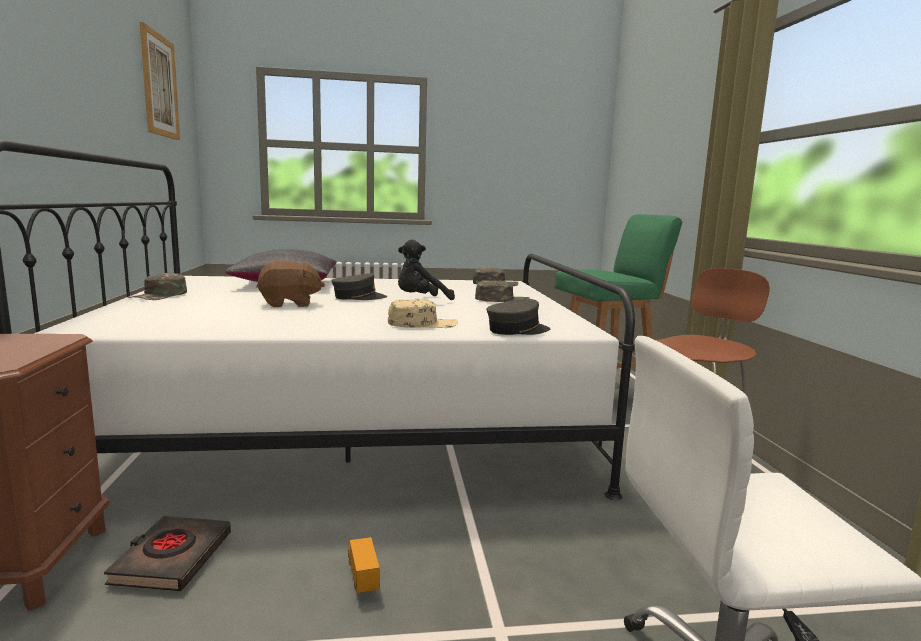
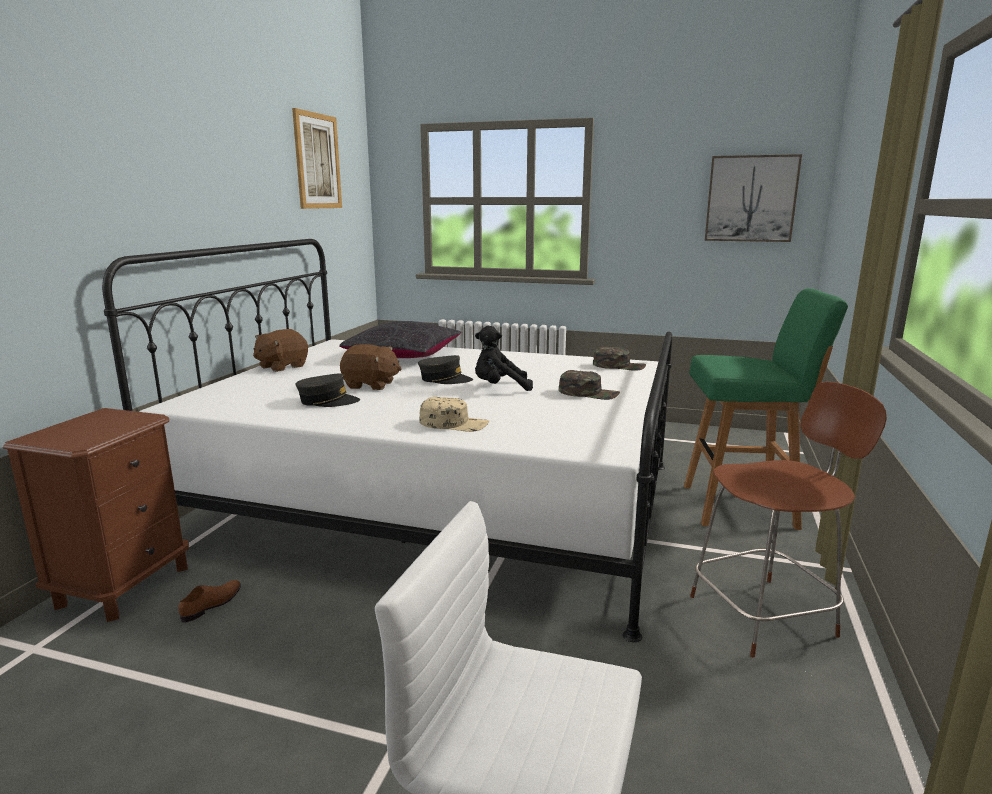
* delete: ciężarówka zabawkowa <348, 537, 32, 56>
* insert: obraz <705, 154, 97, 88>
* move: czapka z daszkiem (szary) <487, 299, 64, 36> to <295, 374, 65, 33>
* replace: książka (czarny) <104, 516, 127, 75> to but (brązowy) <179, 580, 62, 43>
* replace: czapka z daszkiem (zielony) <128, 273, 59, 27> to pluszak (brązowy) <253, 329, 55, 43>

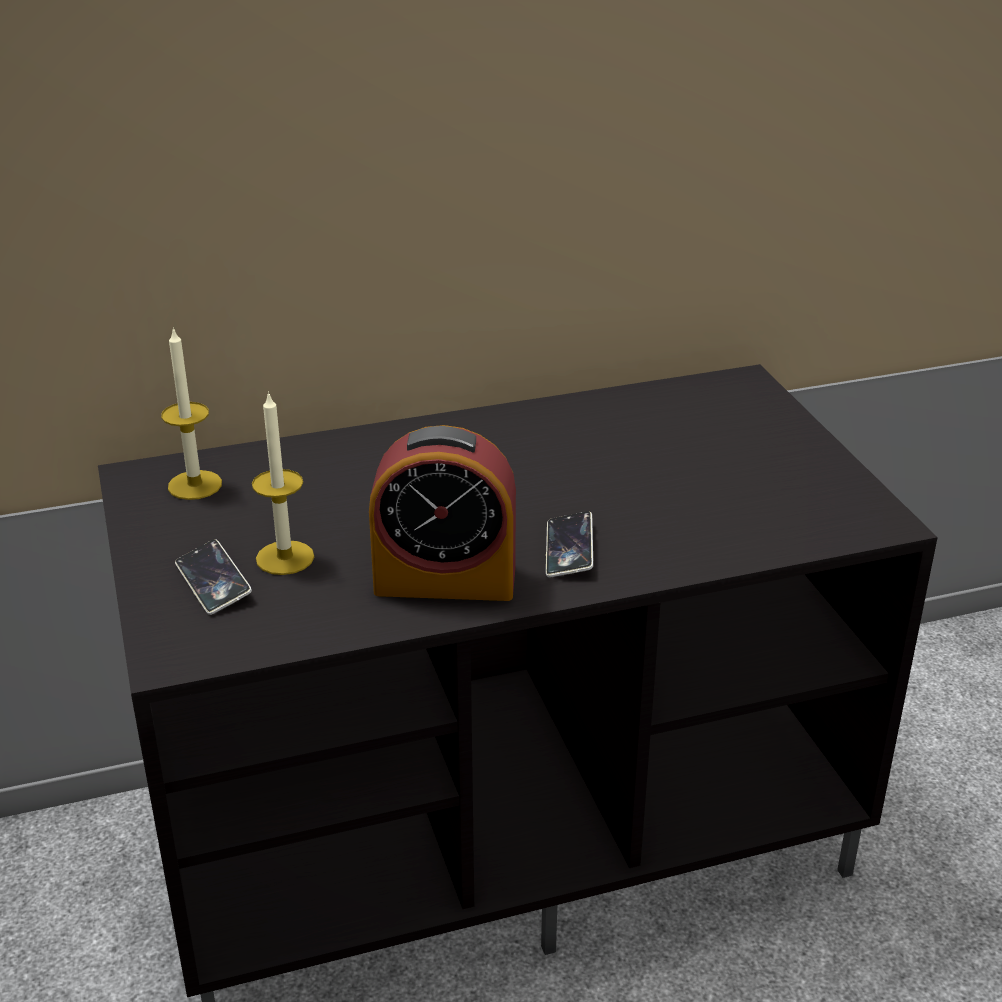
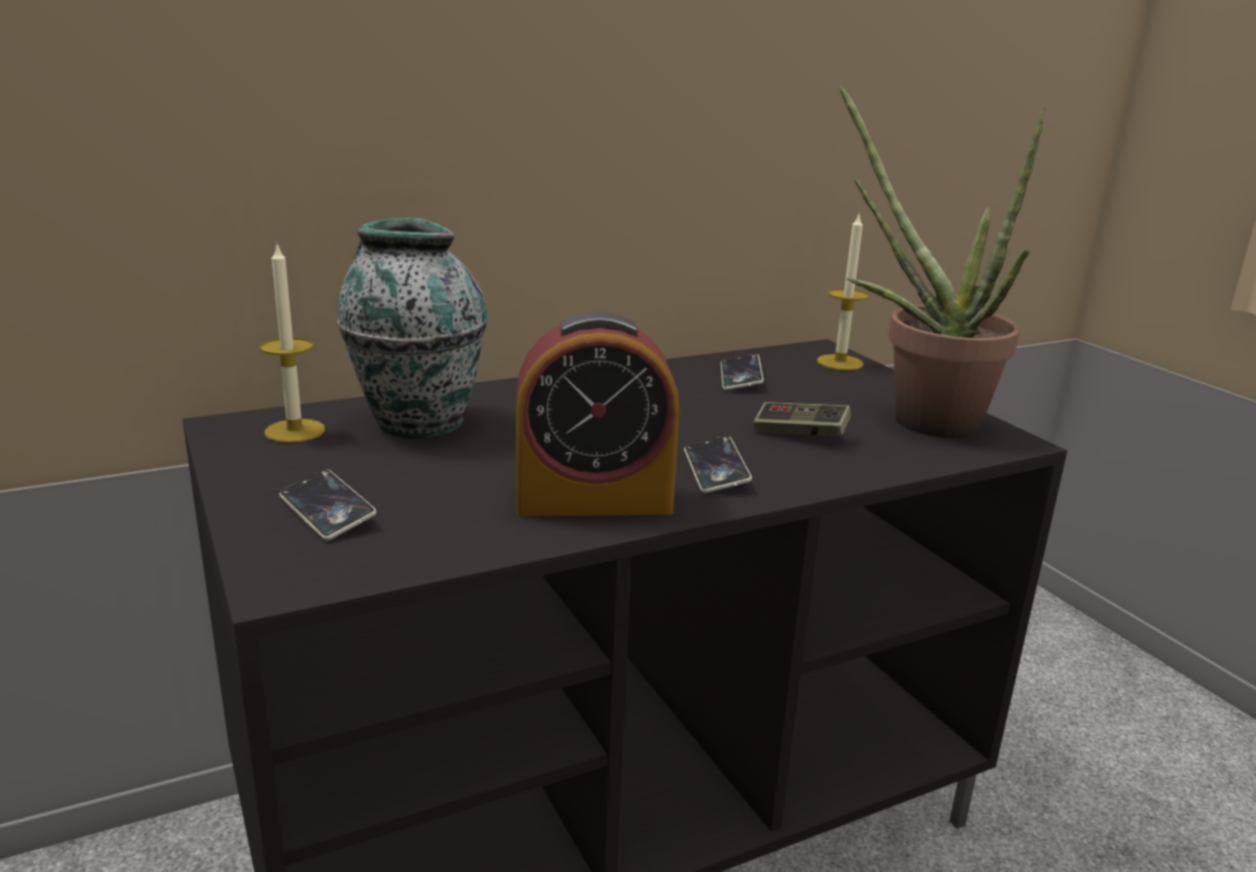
* insert: wazon <338, 218, 150, 220>
* insert: telefon <721, 354, 43, 36>
* insert: pad do gier <753, 402, 98, 34>
* insert: roślina doniczkowa <839, 84, 207, 354>
* move: świeca <252, 391, 62, 184> to <817, 215, 52, 155>

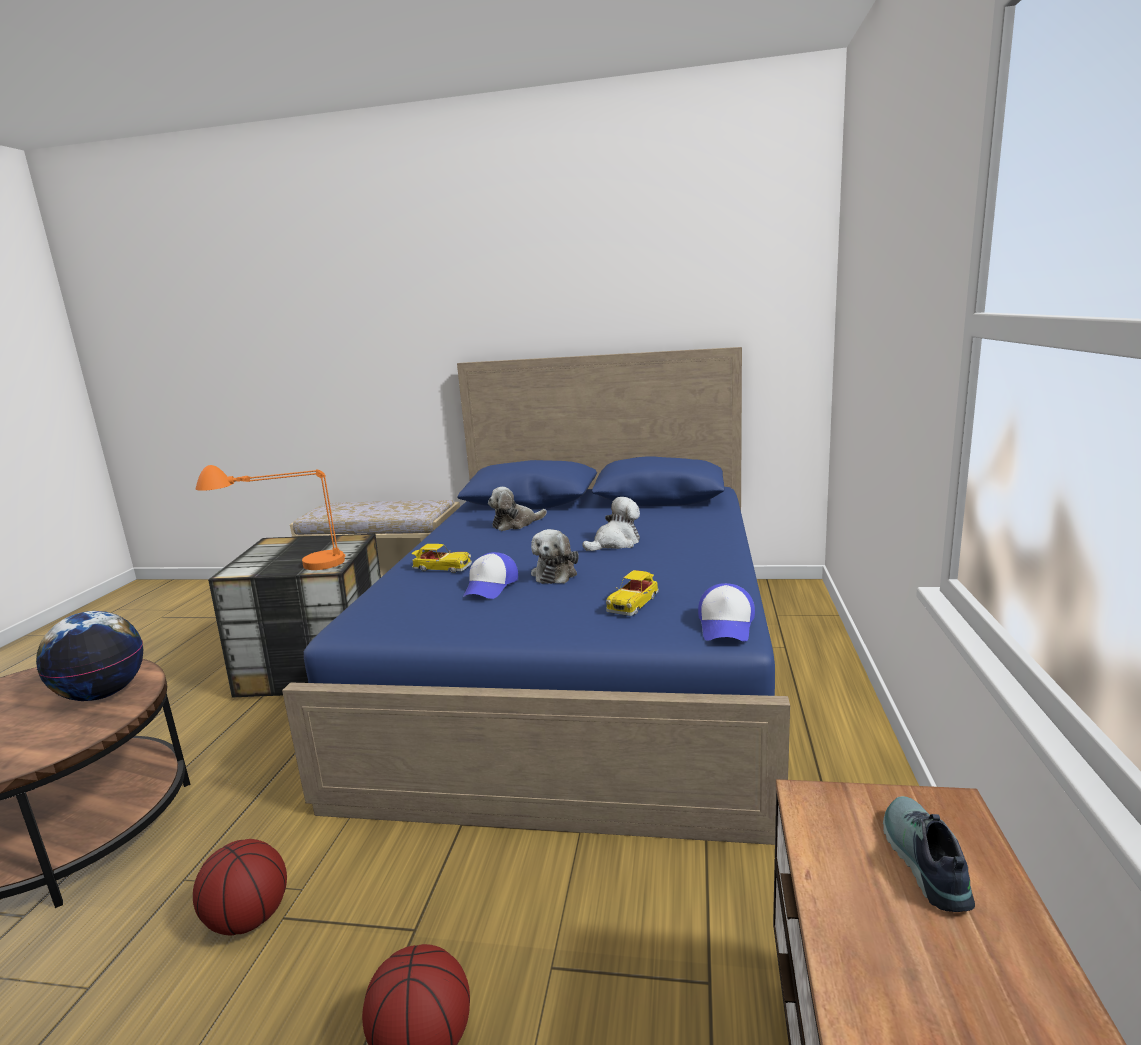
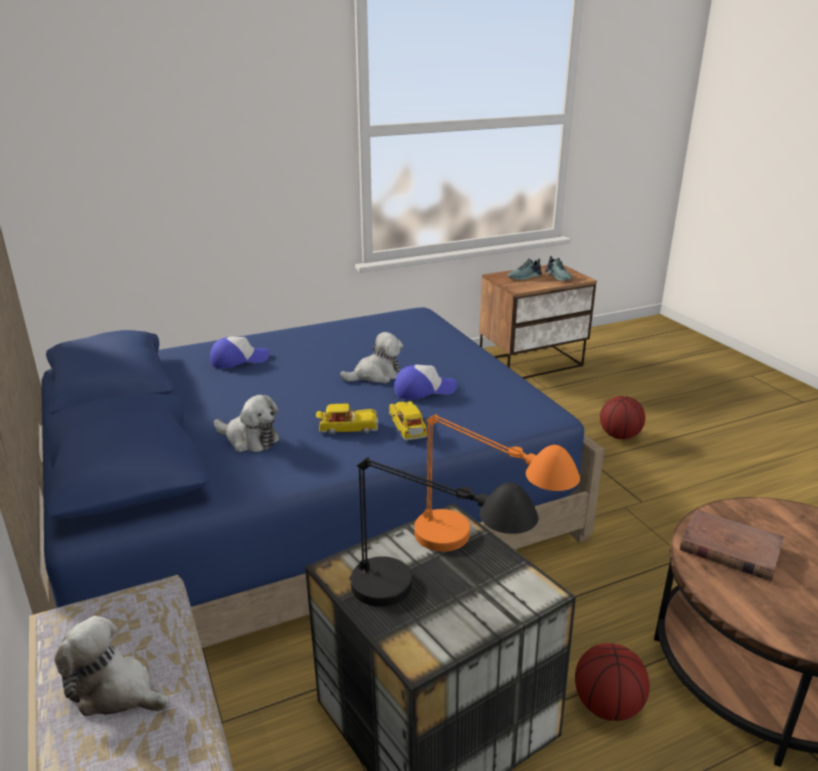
* insert: lampa stołowa (czarny) <350, 457, 188, 150>
* insert: but <545, 256, 28, 25>
* move: piłka do koszykówki <193, 839, 94, 96> to <575, 643, 75, 78>
* move: pluszak <582, 497, 58, 54> to <55, 616, 115, 100>
* move: samochodzik <606, 570, 53, 46> to <316, 404, 62, 30>
* move: czapka z daszkiem <698, 583, 57, 59> to <210, 337, 59, 32>
* replace: globus <36, 611, 107, 90> to książka (brązowy) <680, 509, 104, 72>

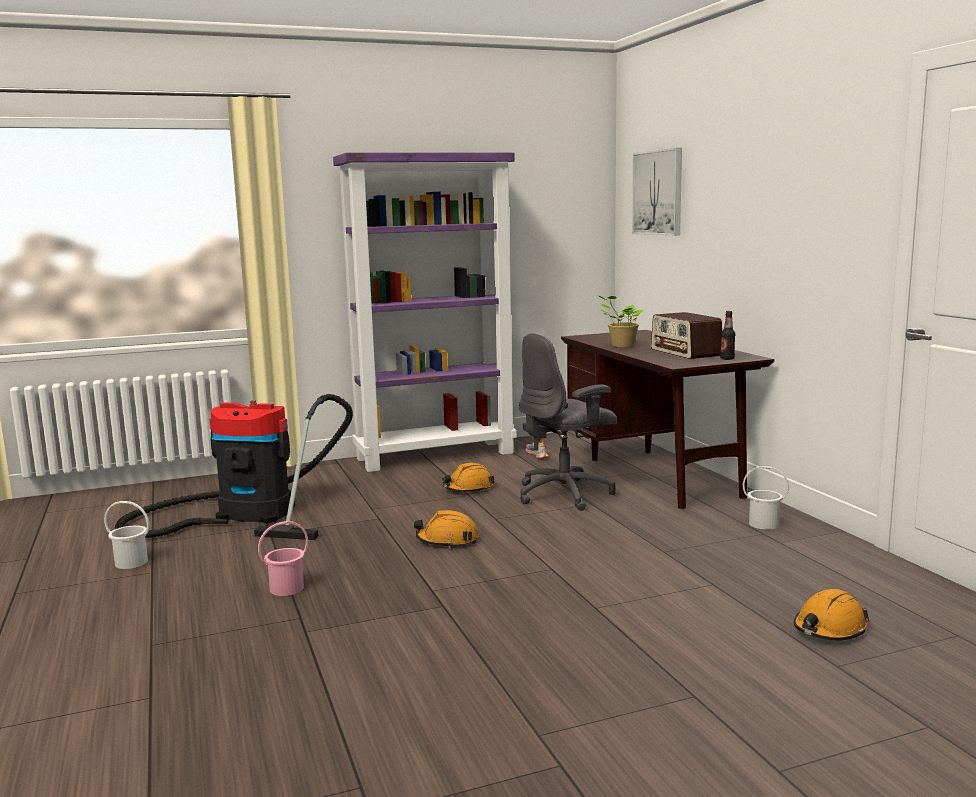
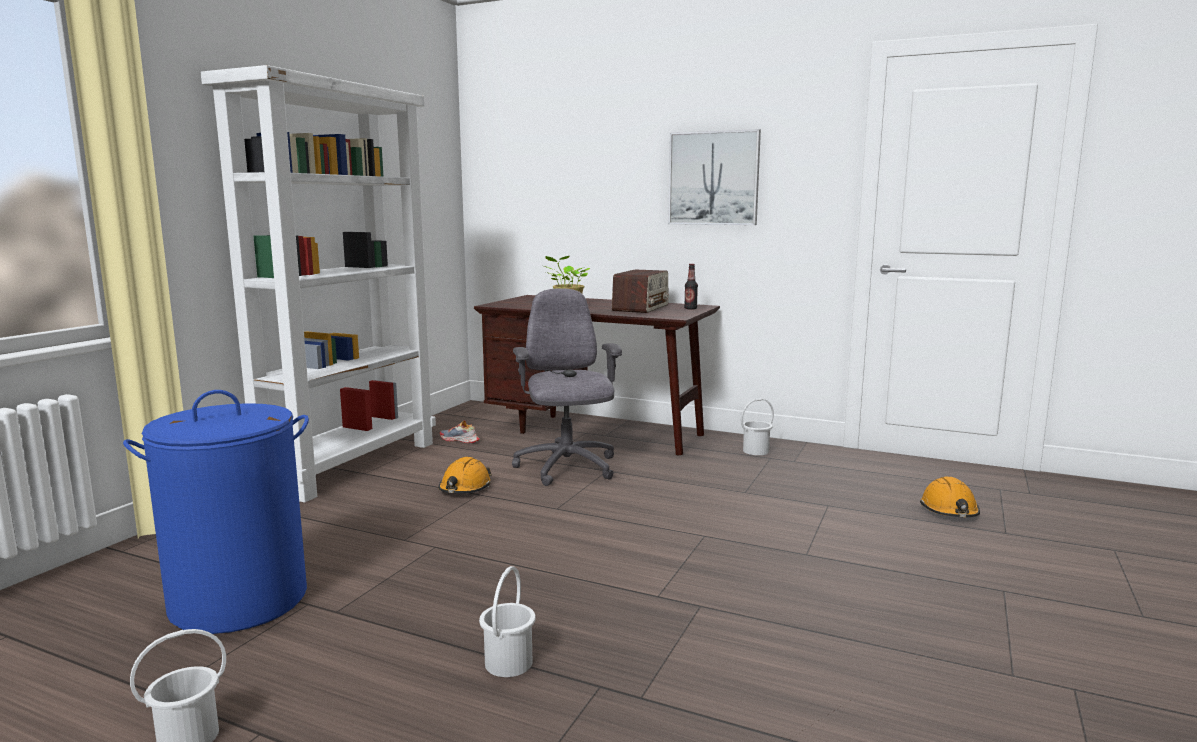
* delete: kask (pomarańczowy) <414, 510, 65, 38>
* move: obraz <632, 148, 50, 87> to <668, 129, 93, 96>
* replace: odkurzacz <115, 394, 238, 146> to kosz na pranie (niebieski) <123, 390, 186, 244>
* recolor: wiadro (różowy) <258, 521, 50, 75> to wiadro (biały) <479, 566, 57, 111>
* recolor: regał (fioletowy) <333, 152, 184, 320> to regał (biały) <201, 65, 235, 437>
* rotate: krzesło biurowe (szary) <519, 333, 98, 178> = <512, 288, 110, 198> 150 degrees clockwise
* rotate: radio <651, 312, 71, 47> = <612, 269, 57, 44> 90 degrees counterclockwise

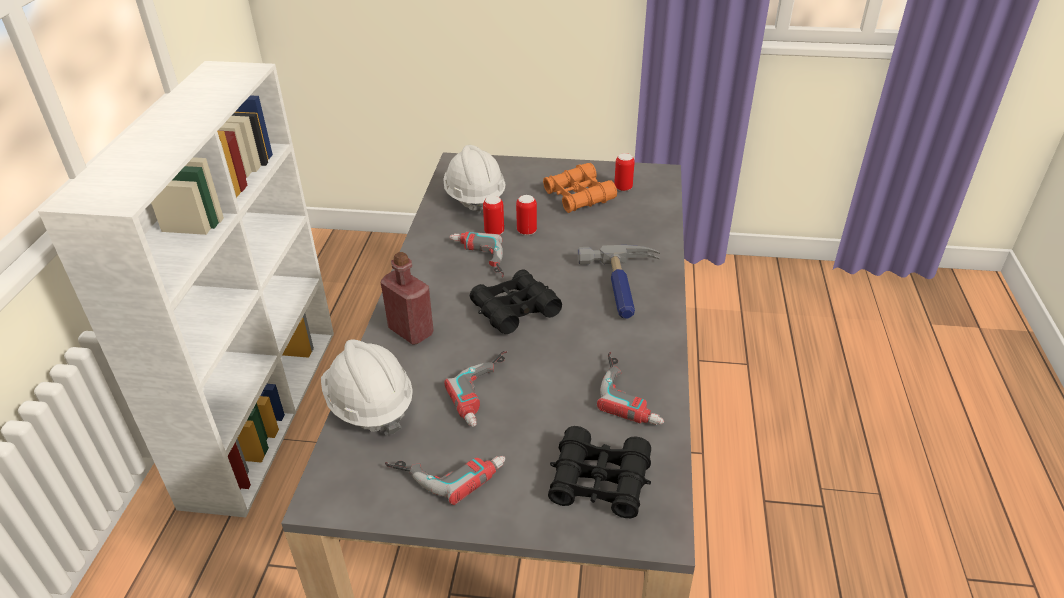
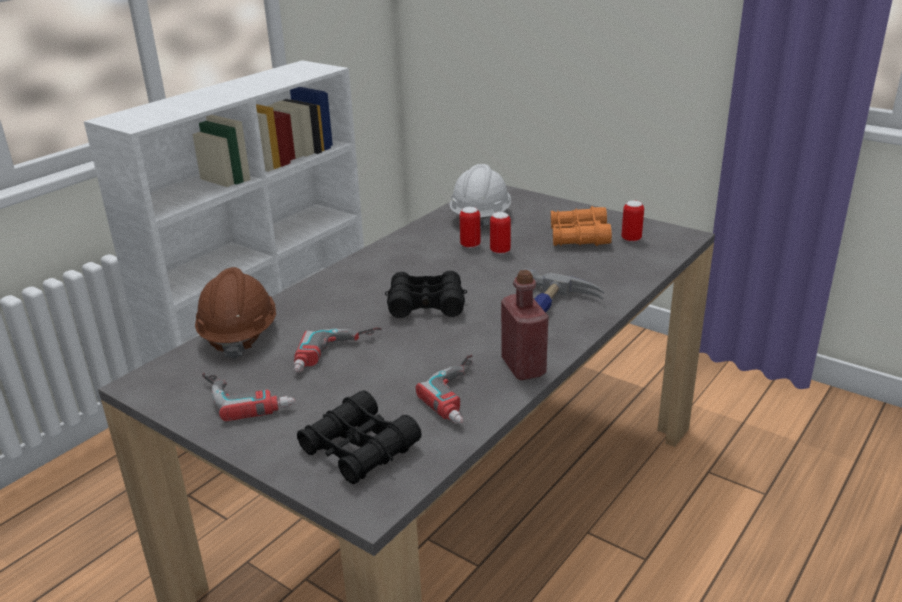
* delete: wiertarka <449, 232, 55, 46>
* move: butelka (czerwony) <381, 252, 53, 93> to <501, 270, 48, 110>
* recolor: kask (biały) <321, 339, 92, 97> to kask (brązowy) <195, 267, 81, 93>

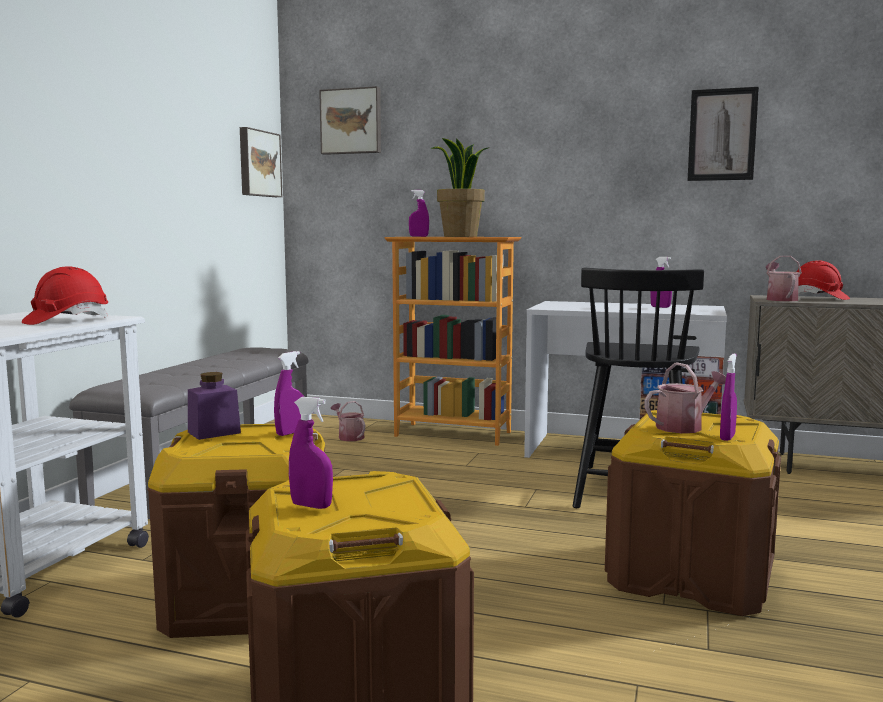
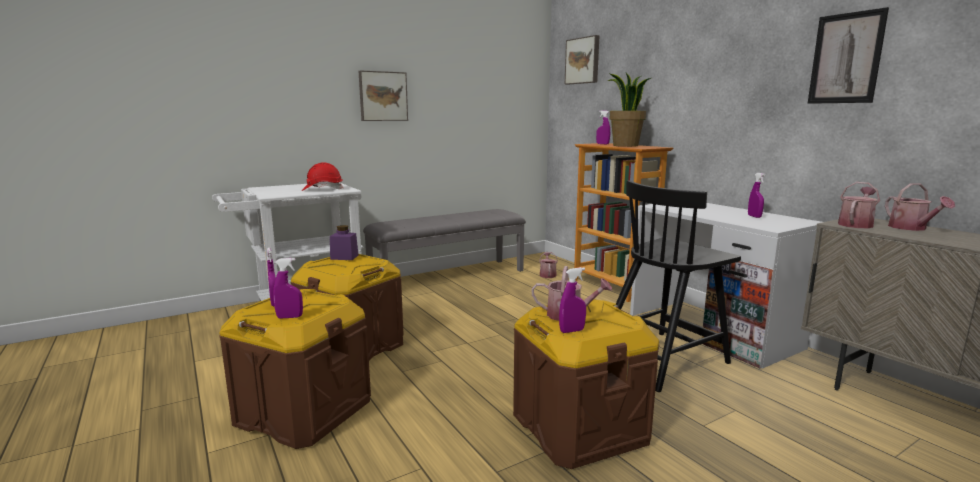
* move: obraz <240, 127, 42, 70> to <359, 70, 49, 51>
* move: spryskiwacz (fioletowy) <274, 351, 30, 85> to <273, 258, 30, 61>
* replace: kask (czerwony) <797, 260, 53, 40> to konewka <885, 183, 70, 48>

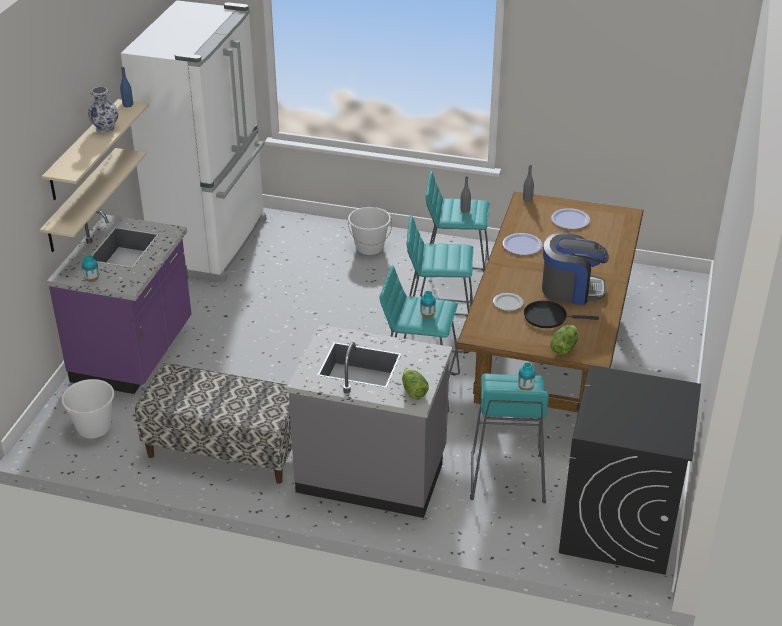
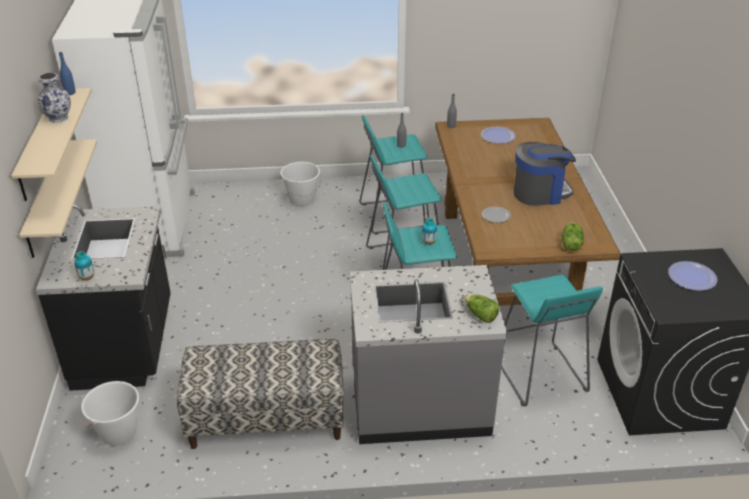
* delete: wazon <518, 362, 17, 28>
* delete: patelnia (czarny) <524, 301, 75, 27>
* move: talerz <503, 233, 40, 22> to <668, 261, 50, 30>
* recolor: zabudowa kuchenna (fioletowy) <47, 210, 145, 184> to zabudowa kuchenna (czarny) <36, 204, 135, 187>

